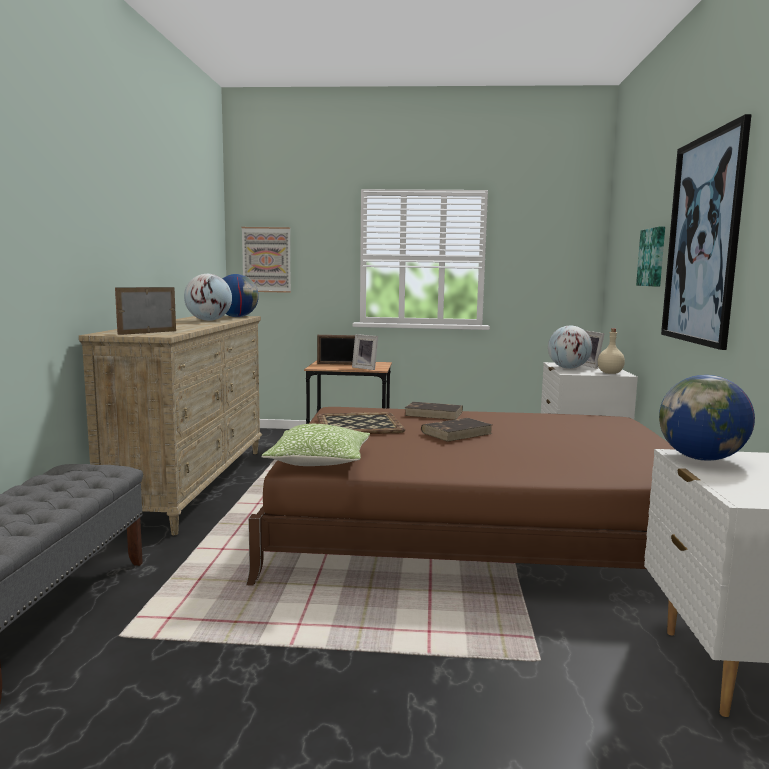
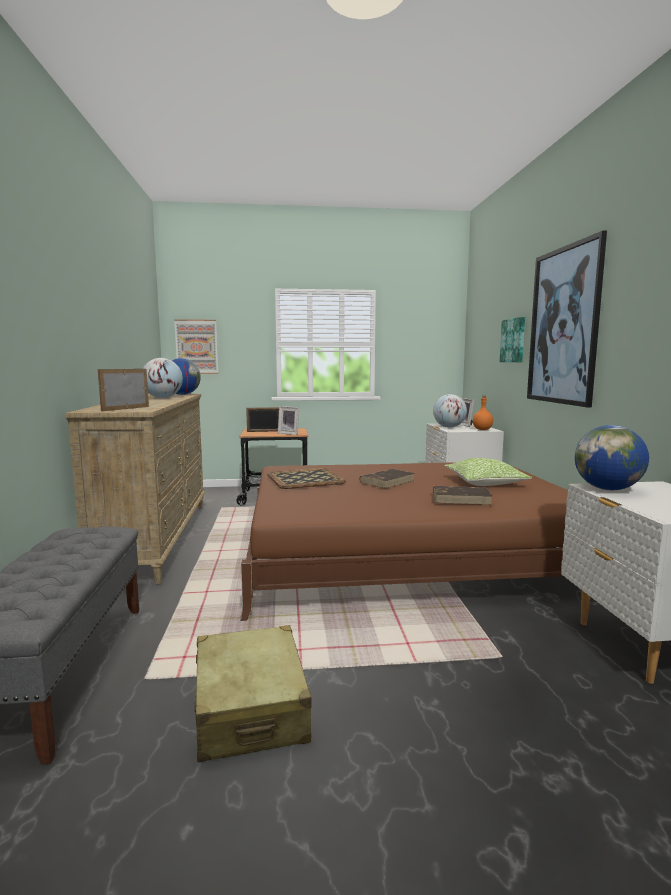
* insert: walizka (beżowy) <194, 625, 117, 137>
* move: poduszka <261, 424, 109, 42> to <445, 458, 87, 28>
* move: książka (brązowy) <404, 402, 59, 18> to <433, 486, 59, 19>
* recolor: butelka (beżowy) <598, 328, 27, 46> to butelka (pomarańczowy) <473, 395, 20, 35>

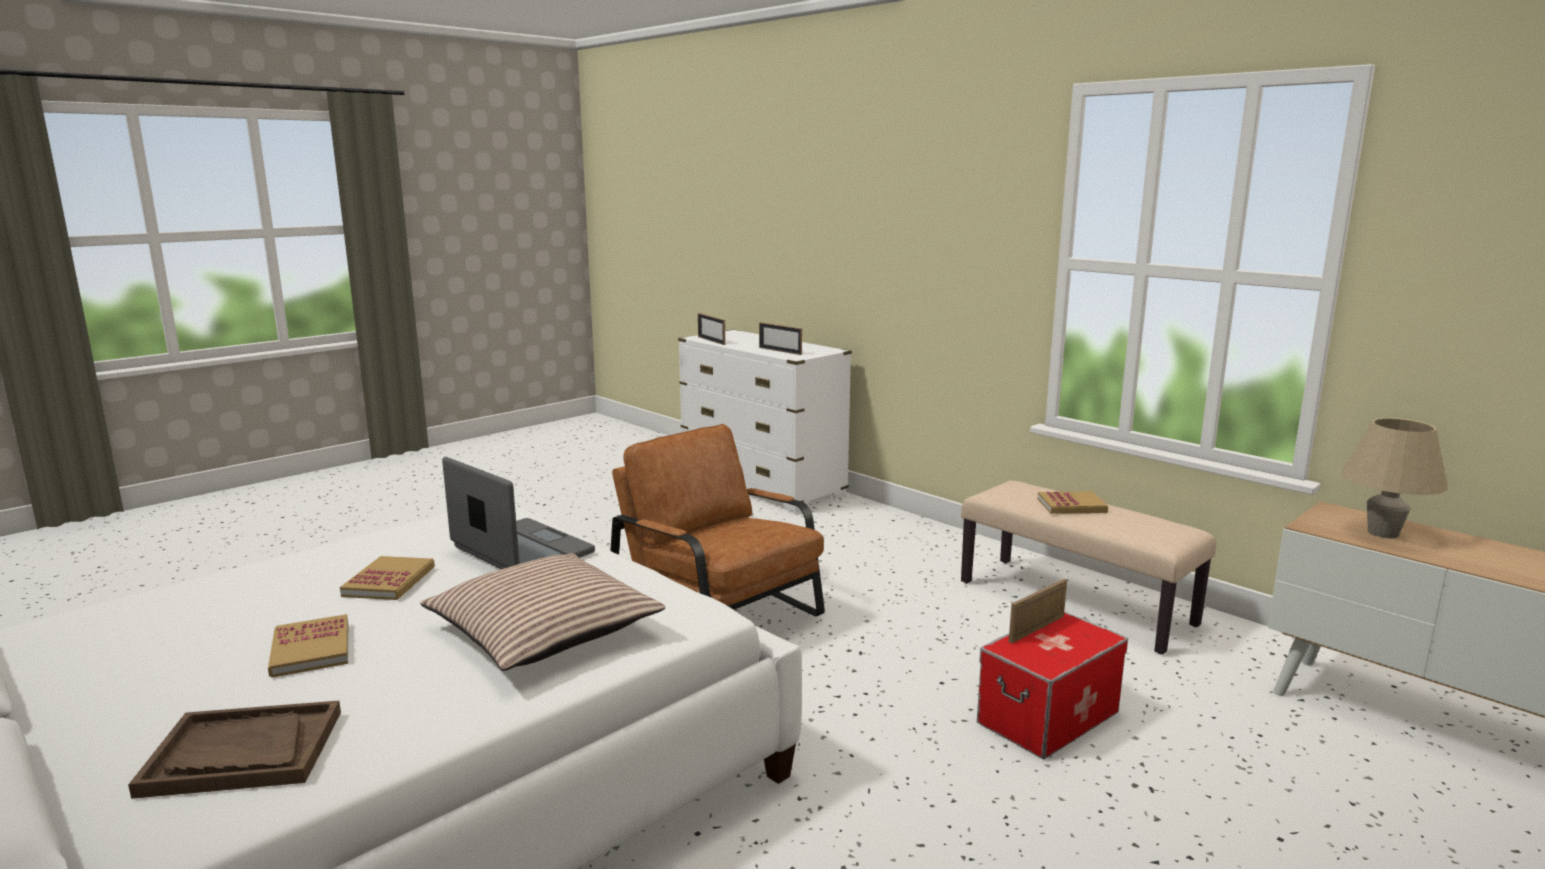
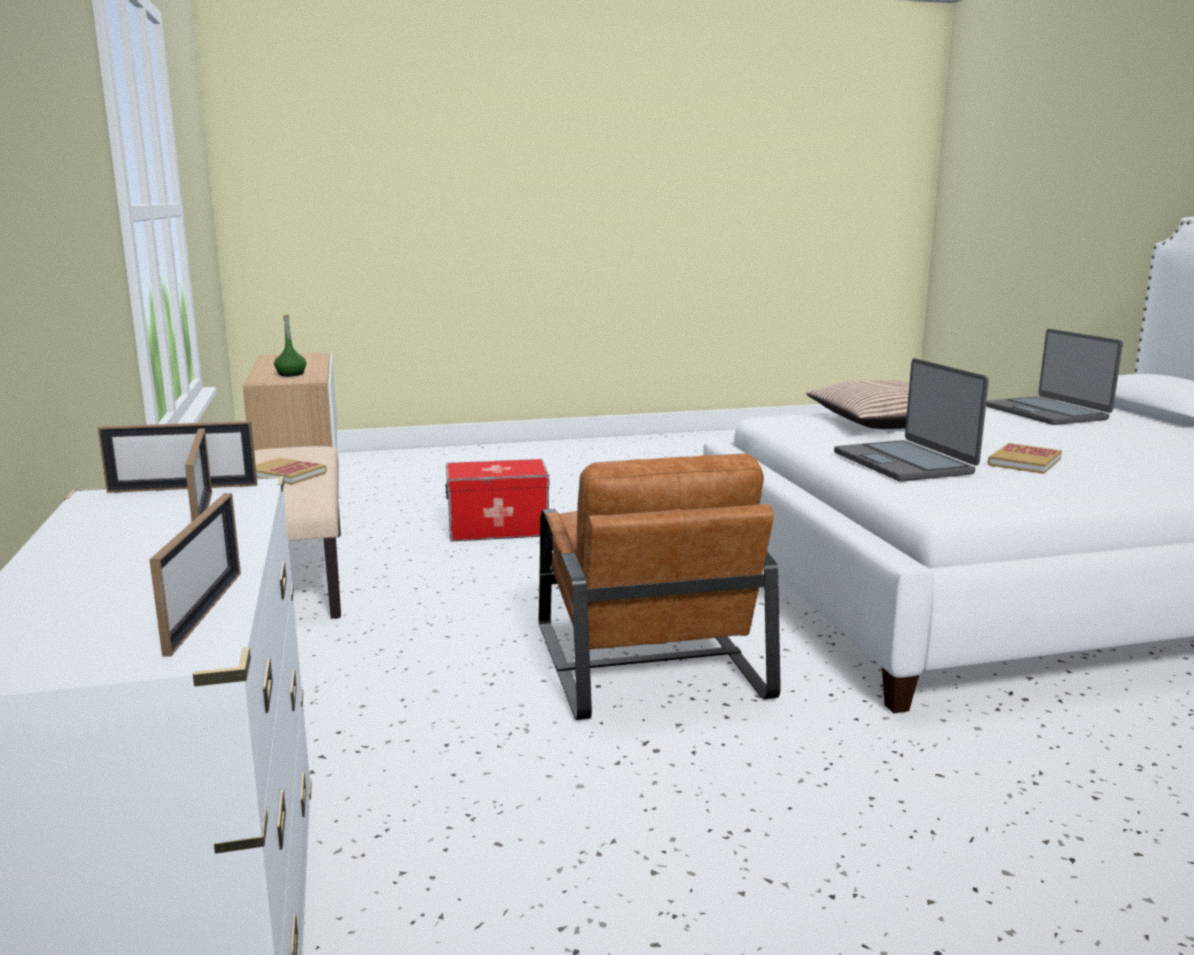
* delete: książka <268, 614, 80, 64>
* move: ramka na zdjęcie <1009, 579, 58, 65> to <98, 421, 159, 72>
* replace: taca (brązowy) <128, 701, 213, 98> to laptop <986, 329, 137, 96>
* replace: lampa stołowa (beżowy) <1341, 418, 107, 120> to butelka (zielony) <274, 315, 32, 61>

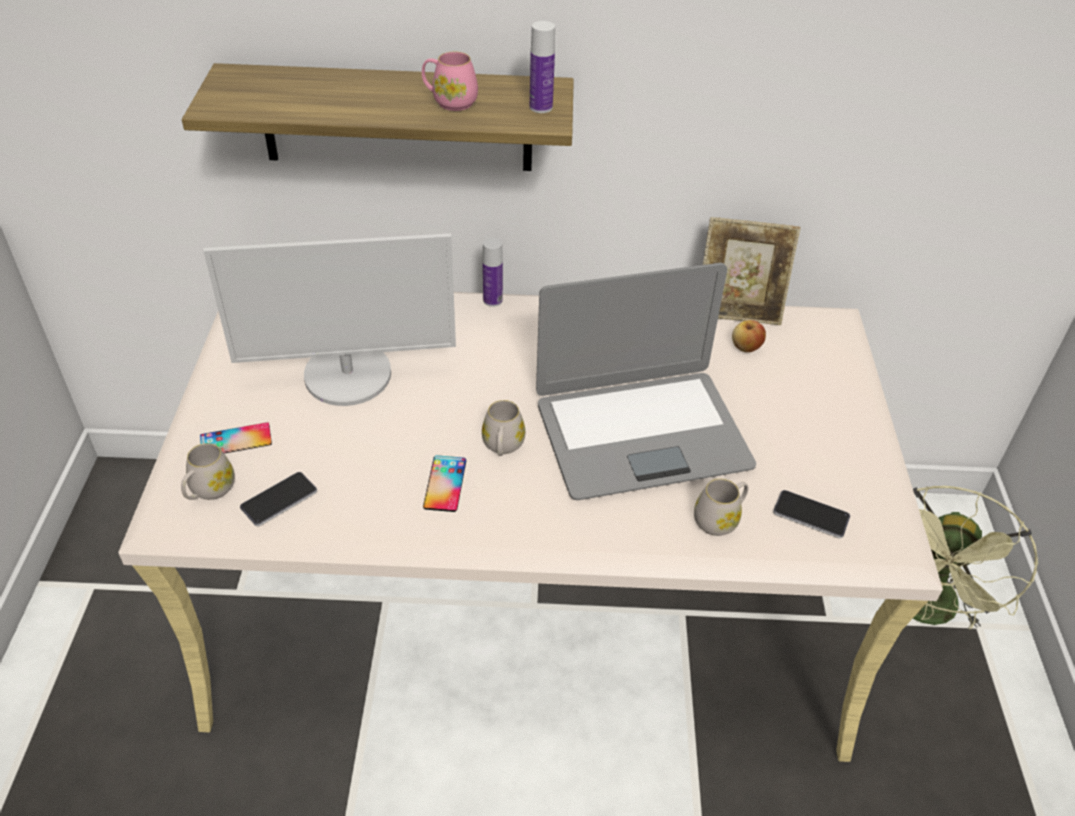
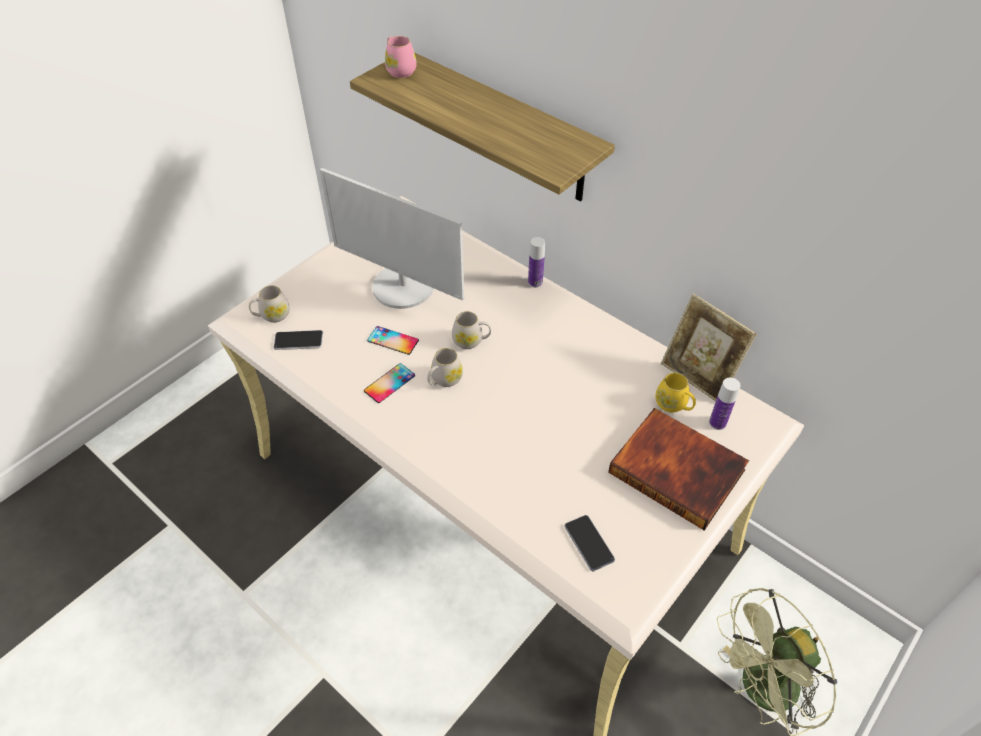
* delete: laptop <536, 263, 220, 237>
* insert: książka <608, 408, 141, 123>
* move: telefon <200, 422, 72, 32> to <367, 326, 52, 29>
* move: kubek (różowy) <422, 51, 56, 60> to <385, 36, 31, 42>
* move: butelka <530, 21, 25, 92> to <709, 377, 31, 53>
* move: kubek (biały) <694, 479, 54, 57> to <452, 311, 39, 38>
* replace: jabłko <732, 320, 34, 32> to kubek (żółty) <655, 373, 41, 39>

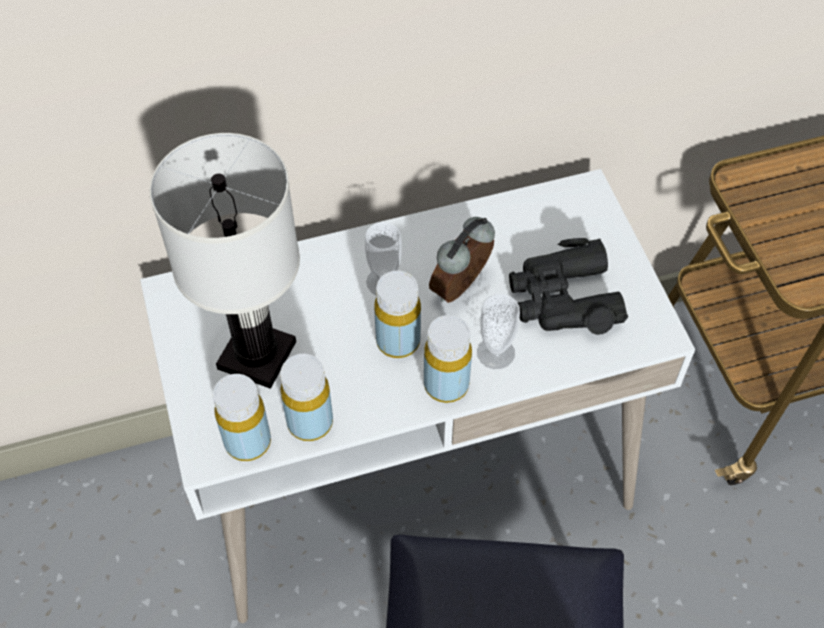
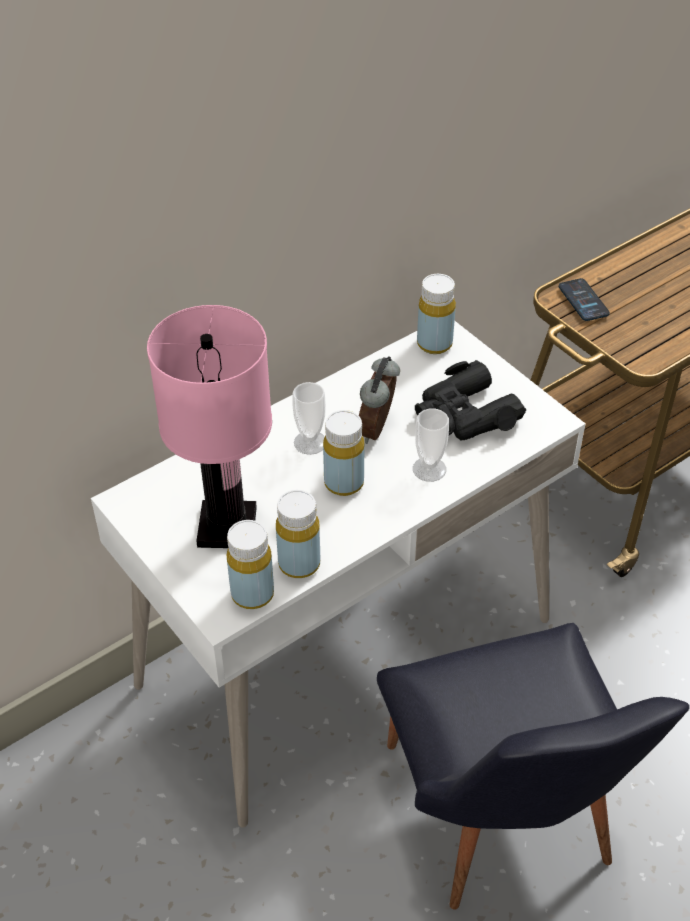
* insert: telefon <559, 278, 51, 43>
* move: butelka (żółty) <424, 315, 48, 88> to <417, 274, 39, 80>
* recolor: lampa stołowa (biały) <149, 133, 151, 256> to lampa stołowa (różowy) <147, 305, 125, 243>

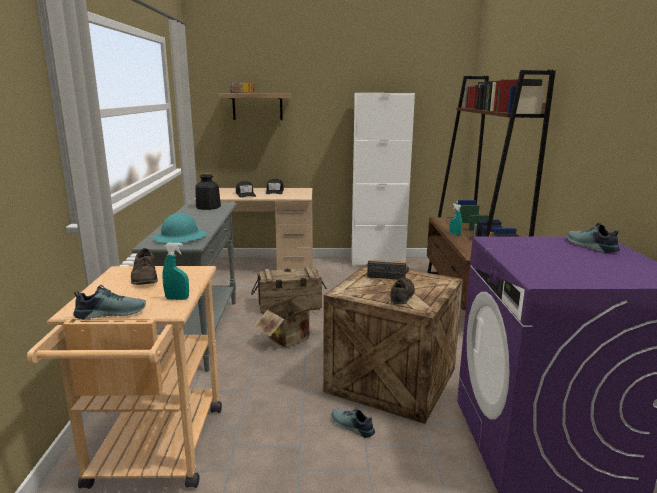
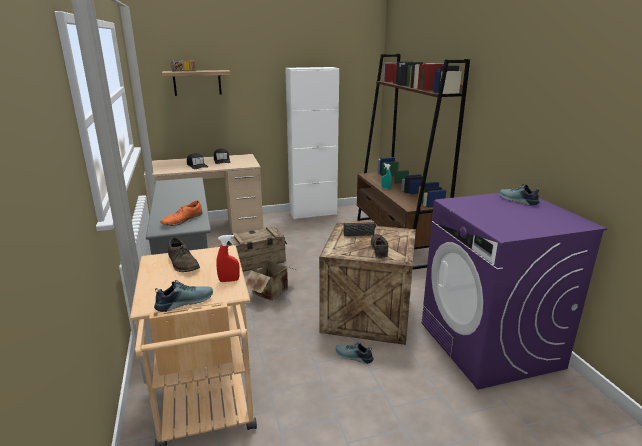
* delete: butelka <195, 173, 26, 37>
* replace: kask (turkusowy) <153, 213, 54, 30> to but (pomarańczowy) <161, 200, 41, 26>
* recolor: spryskiwacz (turkusowy) <162, 243, 27, 57> to spryskiwacz (czerwony) <216, 235, 24, 47>

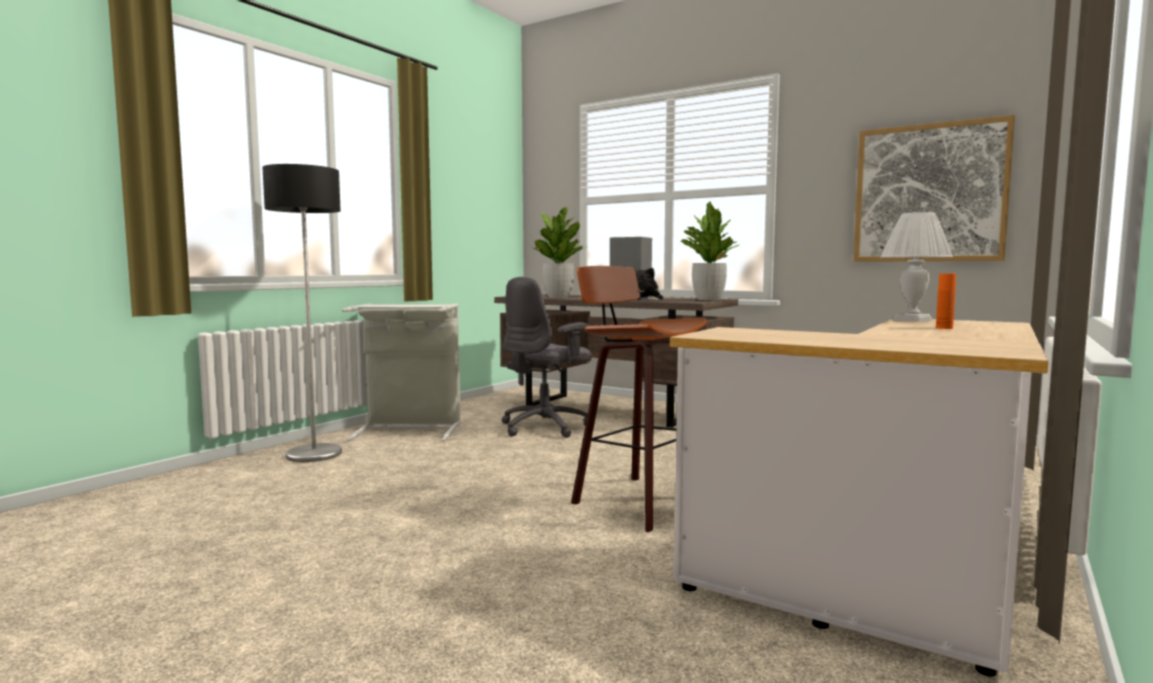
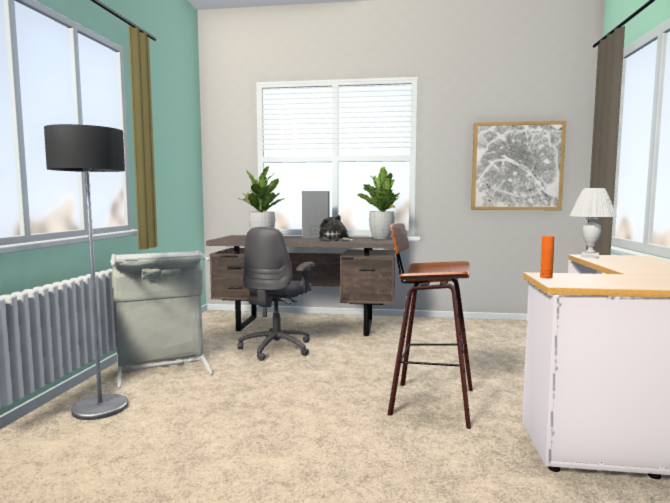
* move: butelka (pomarańczowy) <936, 273, 20, 56> to <540, 236, 14, 42>

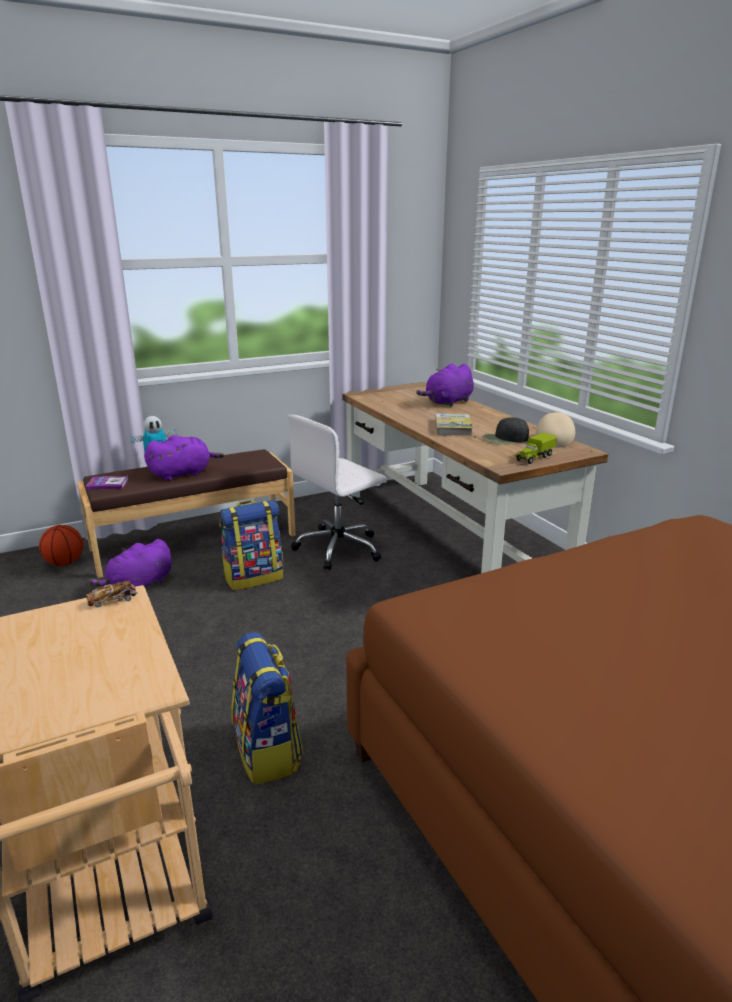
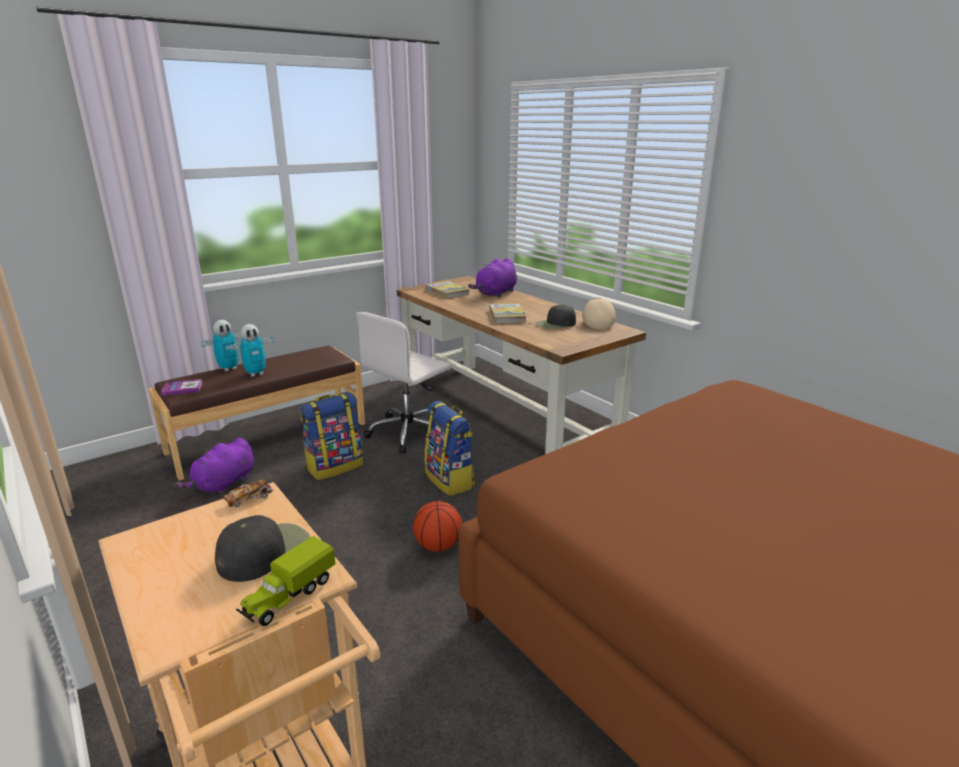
* insert: czapka z daszkiem (czarny) <215, 515, 95, 67>
* insert: książka <425, 281, 45, 18>
* move: piłka do koszykówki <39, 525, 44, 41> to <413, 501, 49, 51>
* move: plecak <231, 632, 72, 153> to <424, 401, 52, 95>
* move: ciężarówka zabawkowa <515, 433, 42, 31> to <236, 536, 99, 90>
* replace: pluszak (fioletowy) <144, 435, 80, 46> to robot zabawkowy <228, 324, 46, 53>

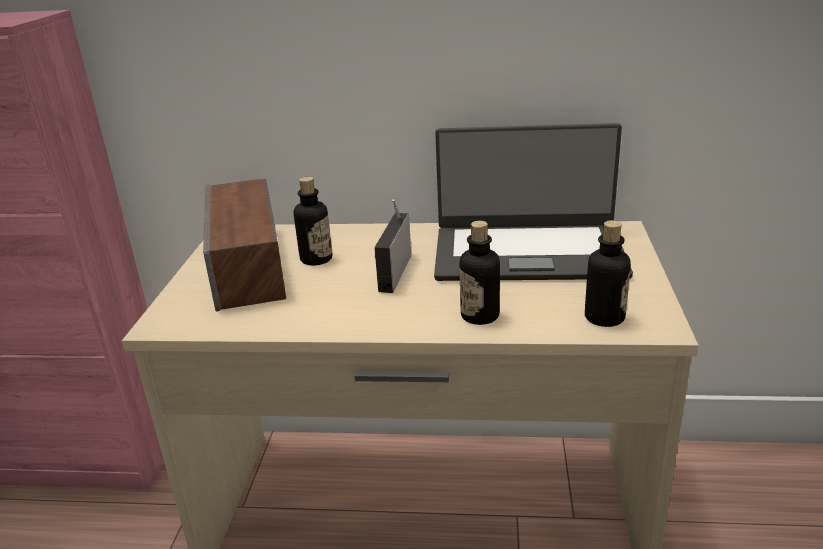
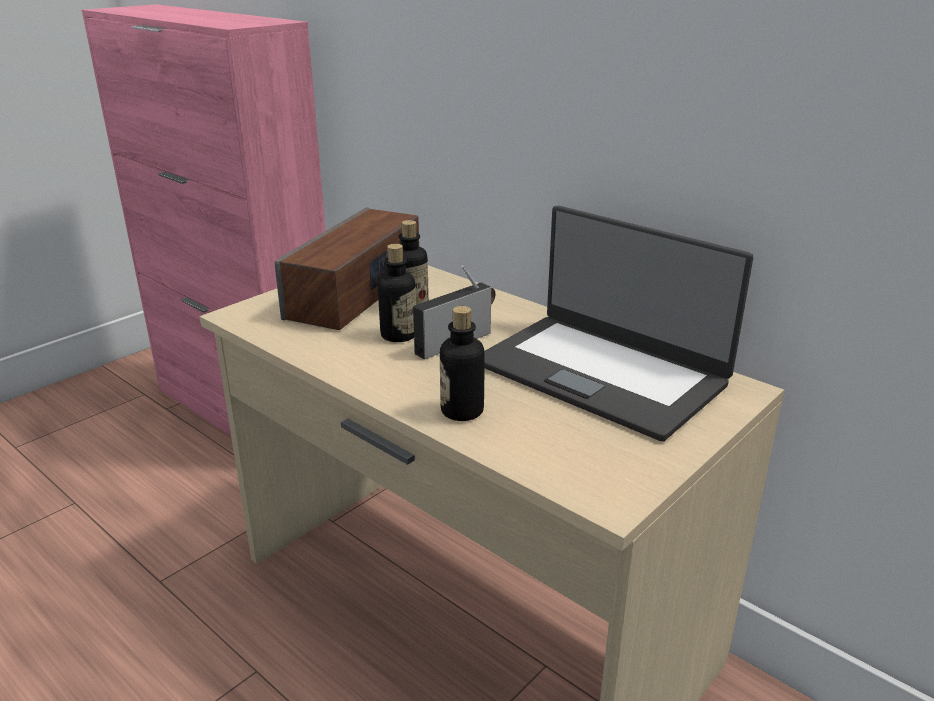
* move: butelka <585, 220, 46, 107> to <378, 244, 38, 98>

